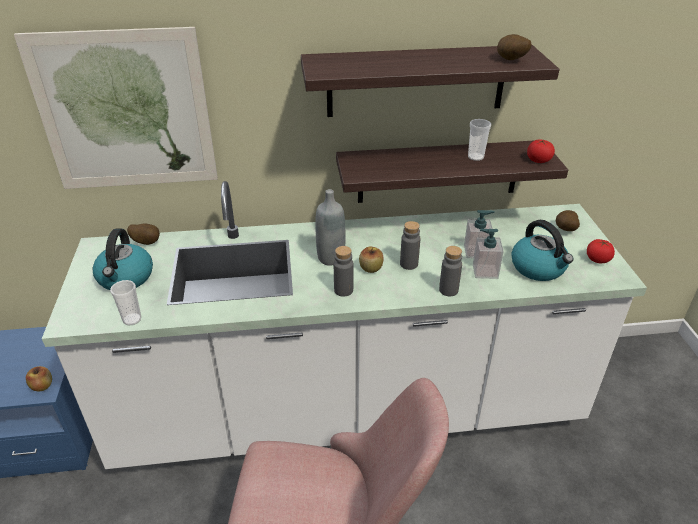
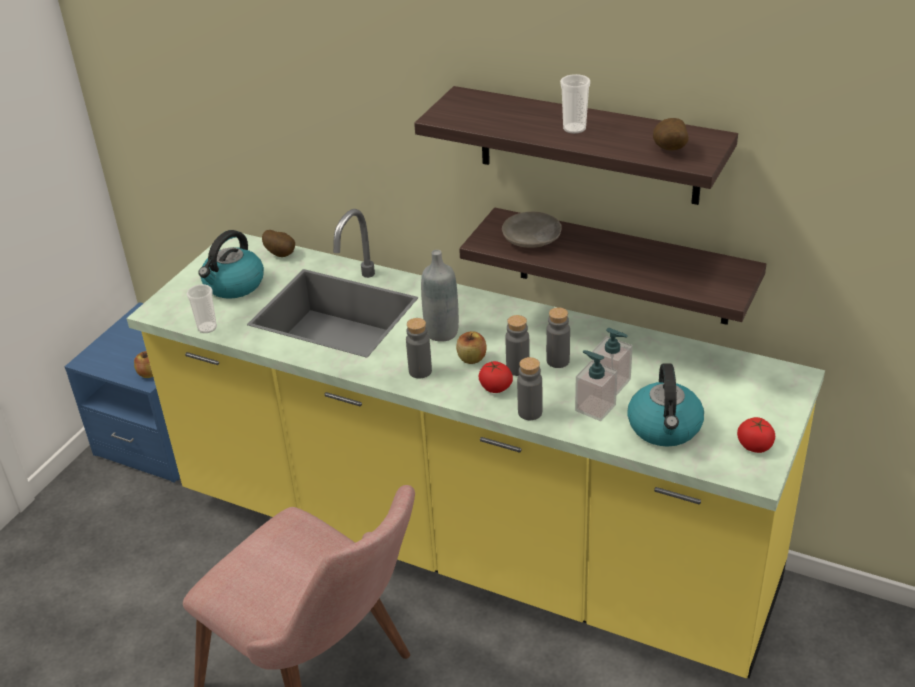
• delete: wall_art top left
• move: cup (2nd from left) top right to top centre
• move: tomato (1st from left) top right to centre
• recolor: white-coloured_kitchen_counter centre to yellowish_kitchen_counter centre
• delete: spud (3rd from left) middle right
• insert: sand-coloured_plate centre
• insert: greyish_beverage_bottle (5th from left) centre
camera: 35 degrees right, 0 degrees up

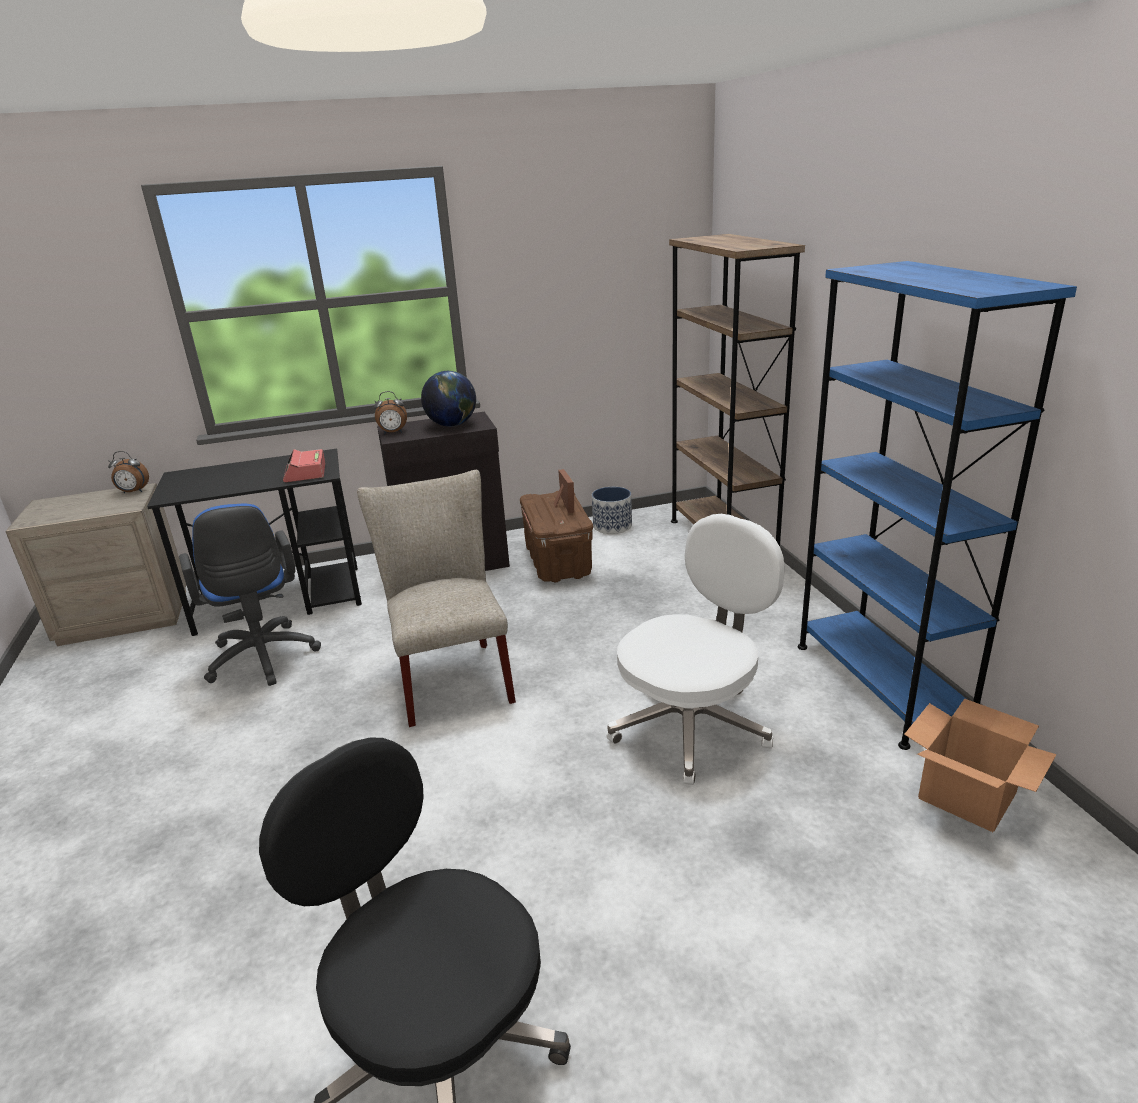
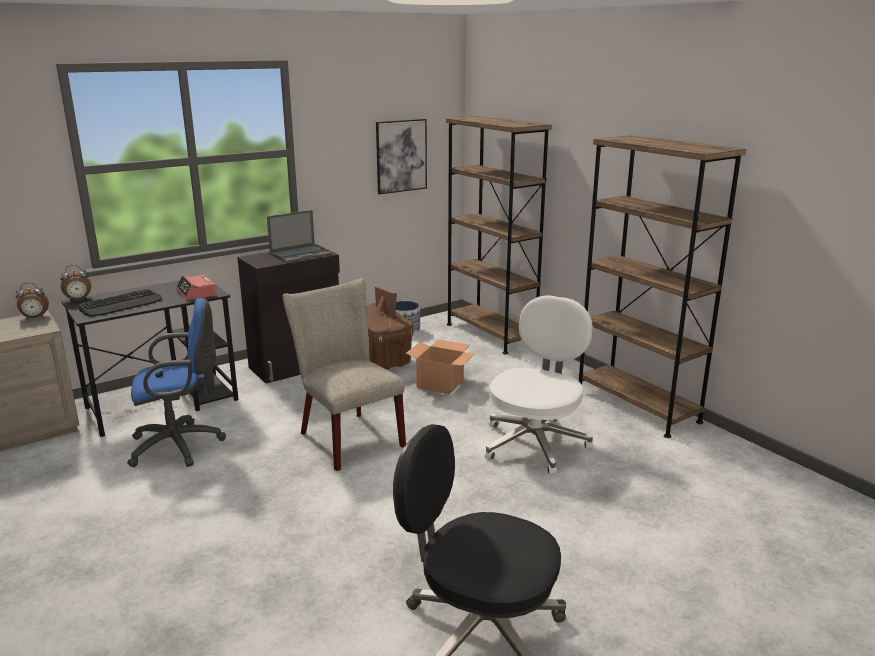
• recolor: bluish_bookshelf middle right to brown-coloured_bookshelf (2nd from left) middle right
• replace: desk_globe centre to portable_computer centre
• move: table_clock (3rd from left in the first image) centre to table_clock (2nd from left) middle left
• rotate: bluish_desk_chair middle left = middle left 60 degrees counterclockwise
• move: carton bottom right to centre
• insert: wall_art top centre
• insert: keyboard middle left
camera: 20 degrees left, 5 degrees down

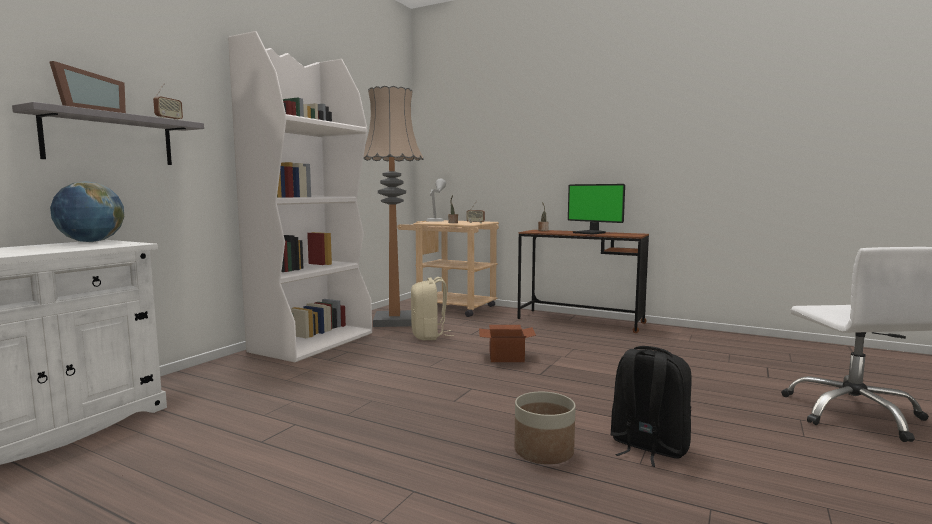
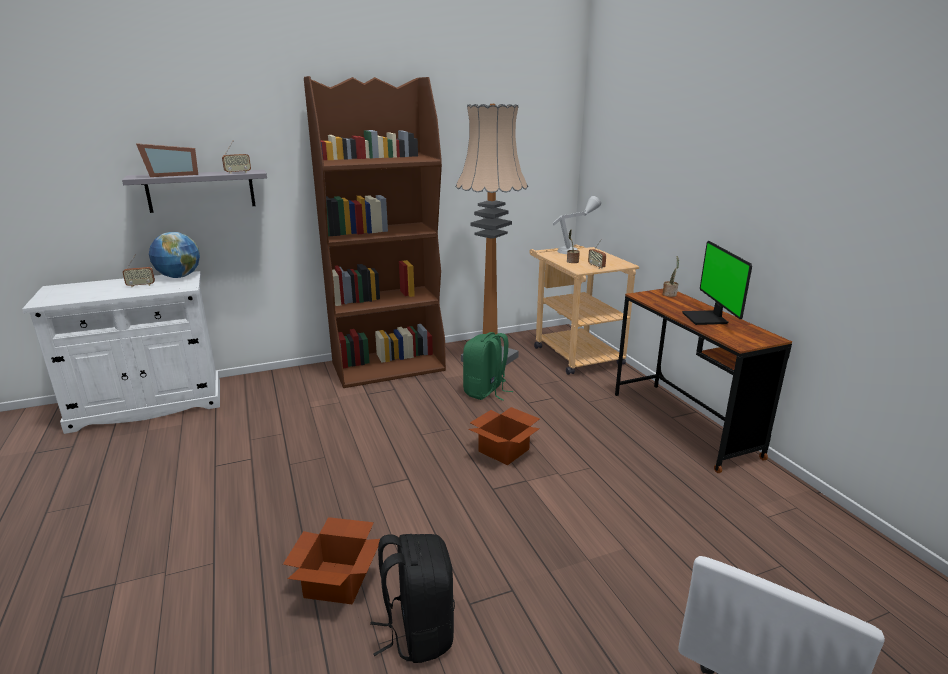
• recolor: white-coloured_bookshelf middle left to brown-coloured_bookshelf centre
• recolor: sand-coloured_rucksack centre to green-coloured_rucksack centre
• replace: planter bottom centre to carton (1st from left) bottom centre
• insert: radio (1st from left) middle left
camera: 40 degrees right, 15 degrees up

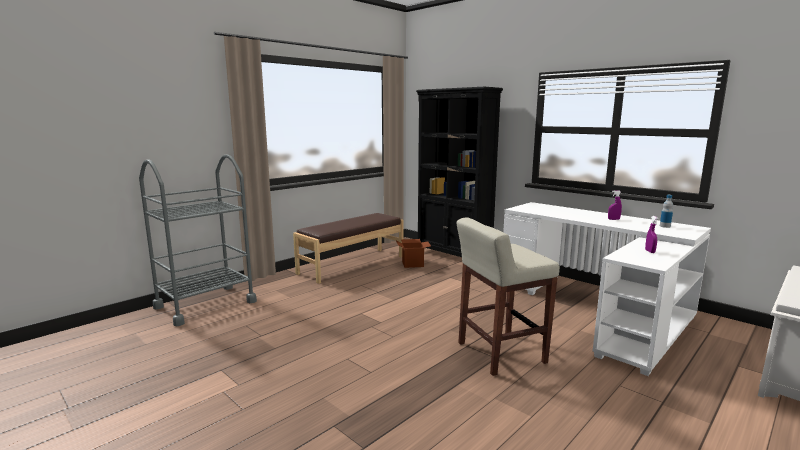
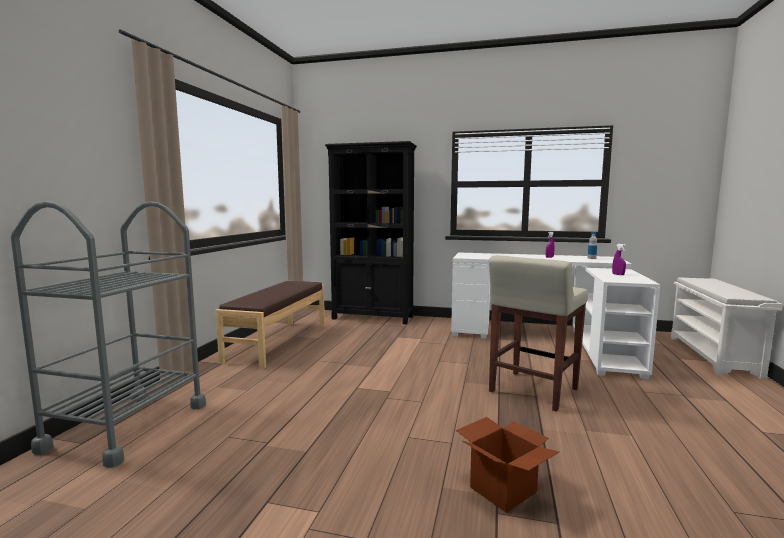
• move: carton centre to bottom centre
camera: 30 degrees left, 5 degrees down

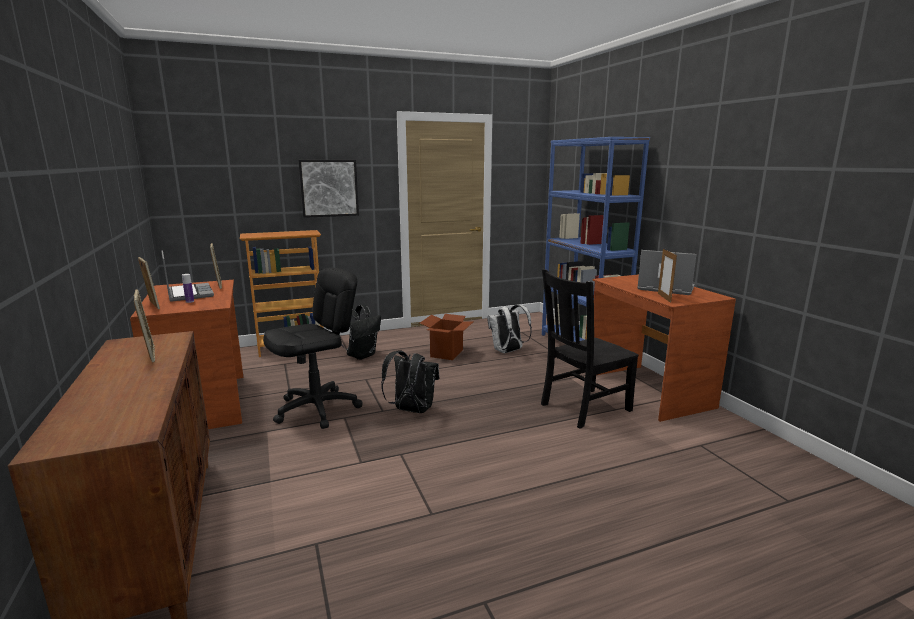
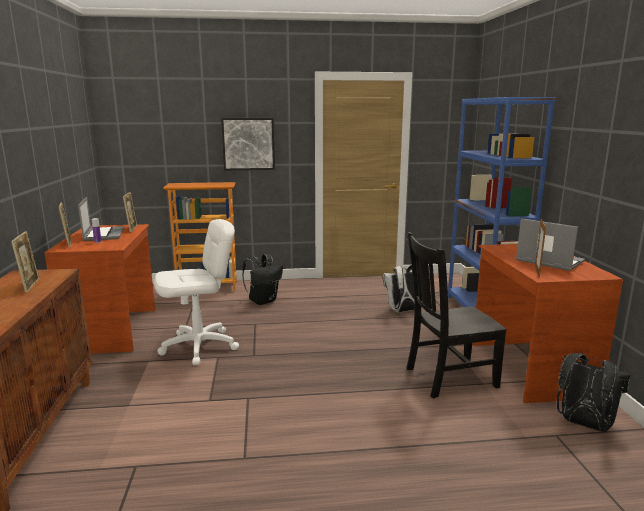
• recolor: black_desk_chair centre to white-coloured_desk_chair middle left
• delete: carton centre
• move: black_rucksack (2nd from left) centre to bottom right
camera: 15 degrees right, 0 degrees up

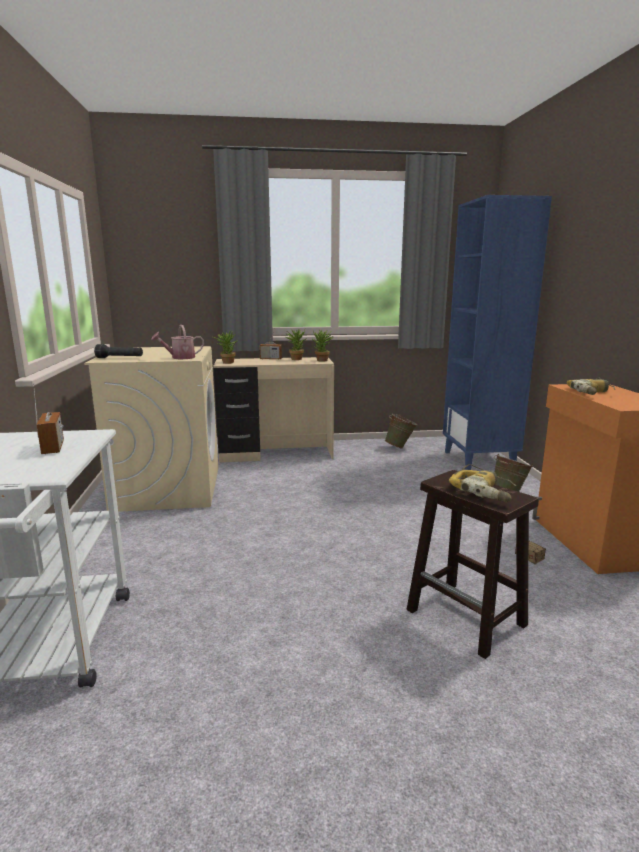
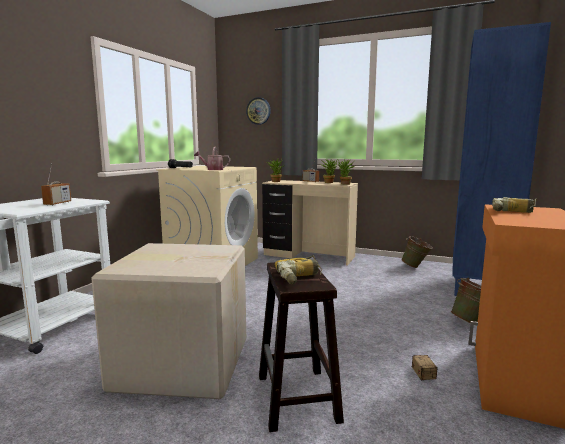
• insert: clock_on_the_wall top centre
• insert: carton bottom left
camera: 30 degrees right, 5 degrees down

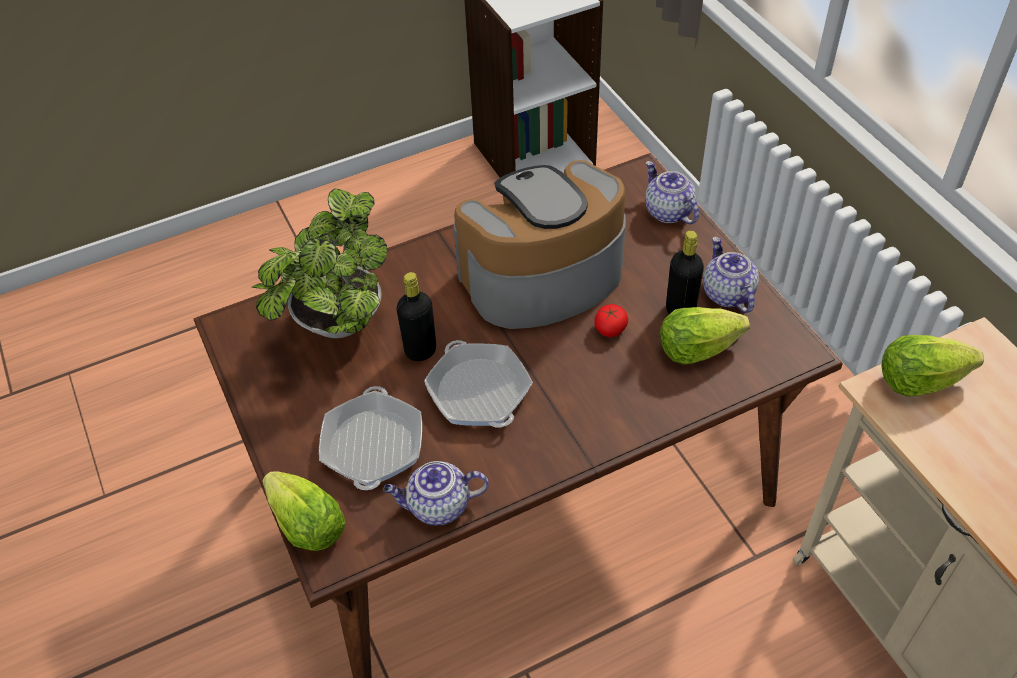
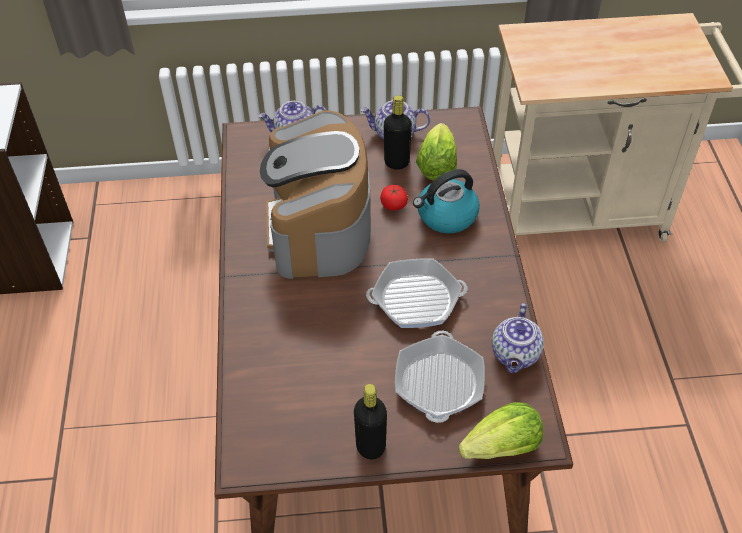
• delete: houseplant middle left
• move: black_beverage_bottle (1st from left) centre to bottom centre
• delete: lettuce_head (3rd from left) middle right
• rotate: pan (1st from left in the first image) centre = bottom centre 105 degrees counterclockwise
• insert: kettle centre
camera: 70 degrees left, 0 degrees up

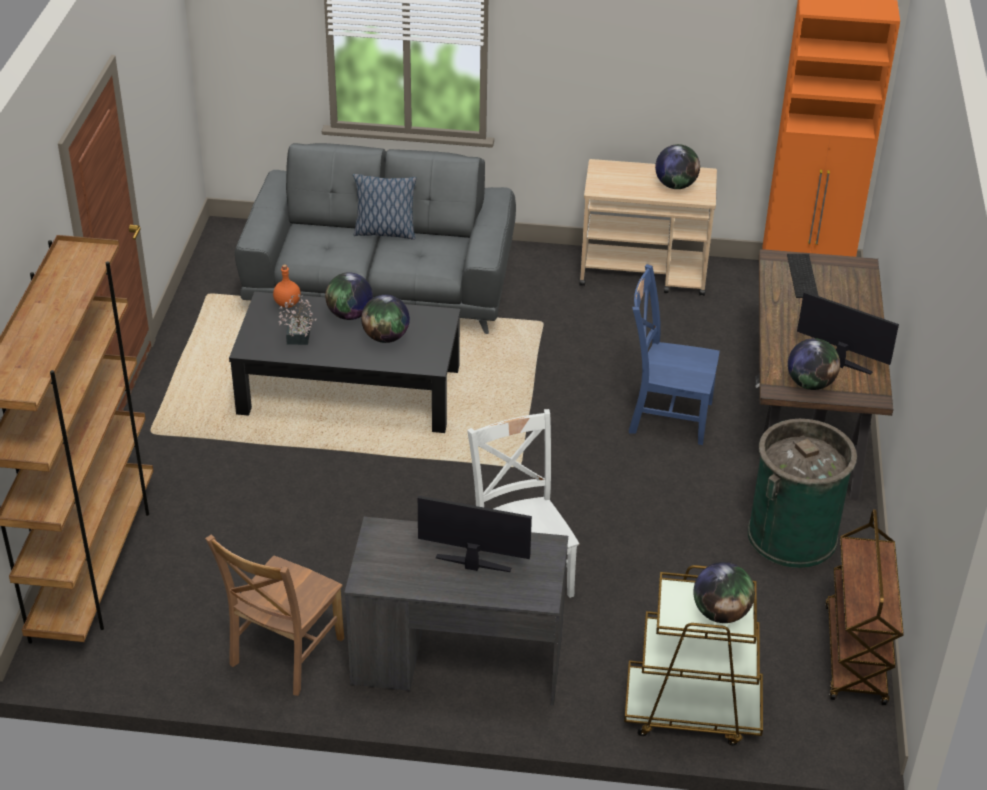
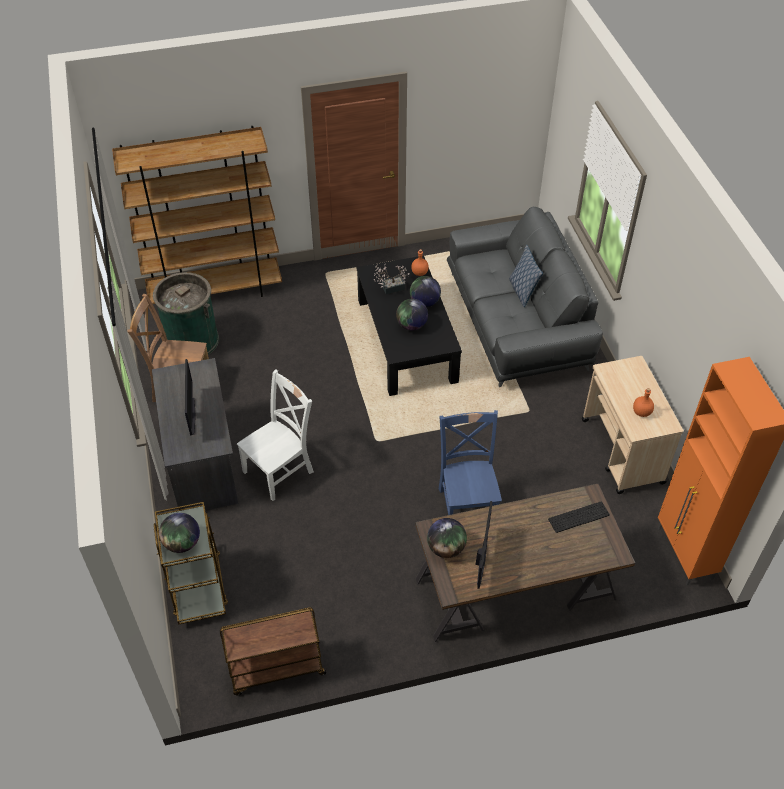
• replace: desk_globe (3rd from left) top right to orangey_beverage_bottle (2nd from left) middle right
• move: green-coloured_trash_can middle right to middle left
camera: 70 degrees right, 10 degrees up

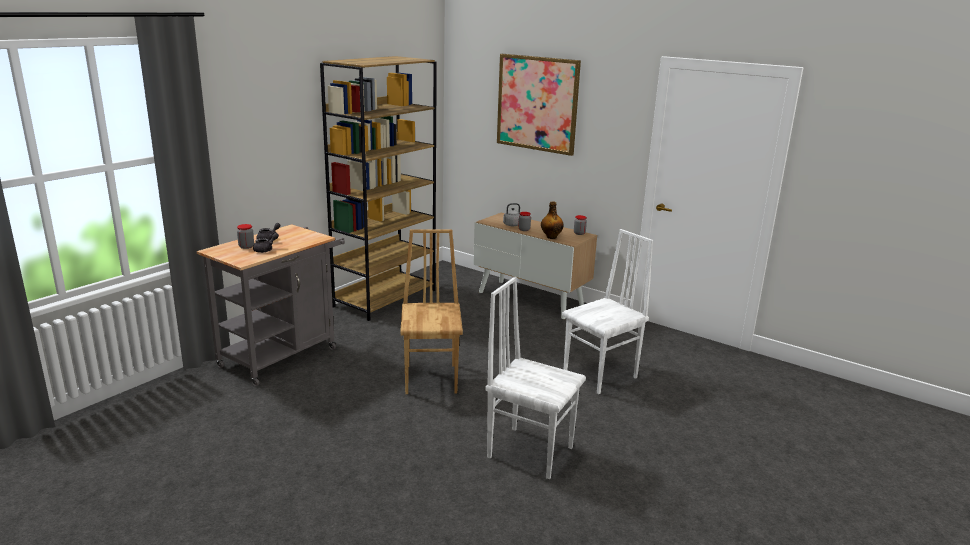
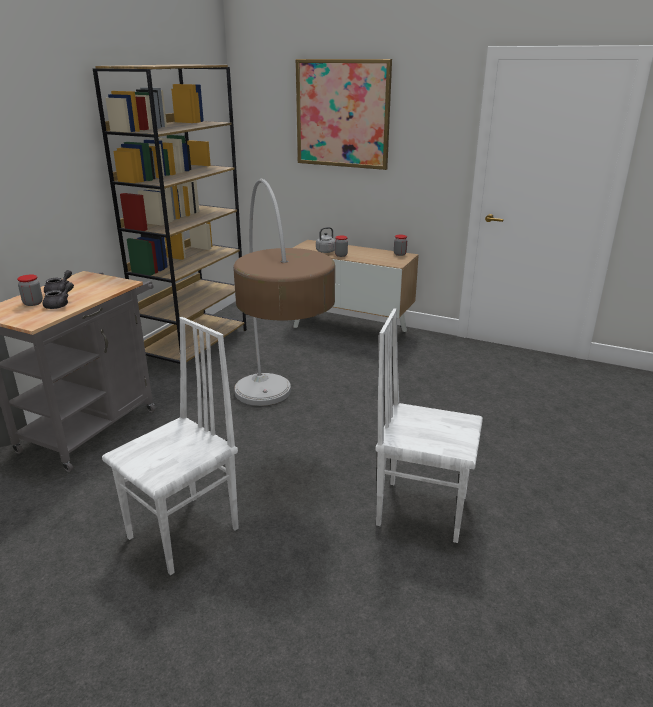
• delete: beverage_bottle centre
• replace: brown-coloured_chair centre to floor_lamp centre
• move: white-coloured_chair (2nd from left in the first image) centre to white-coloured_chair (1st from left) middle left
camera: 10 degrees left, 5 degrees up

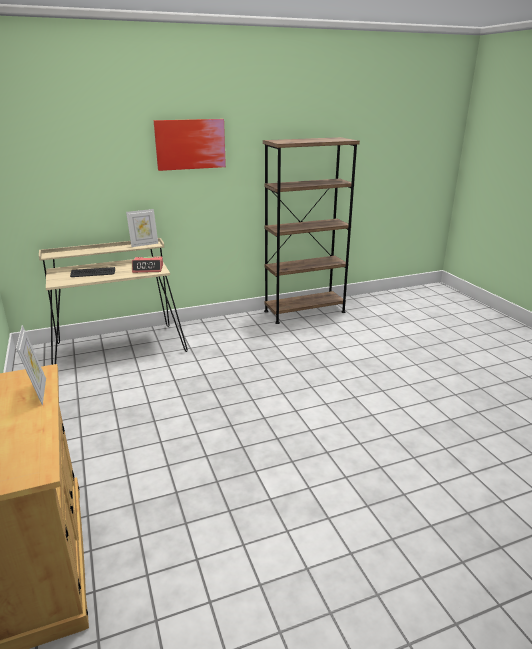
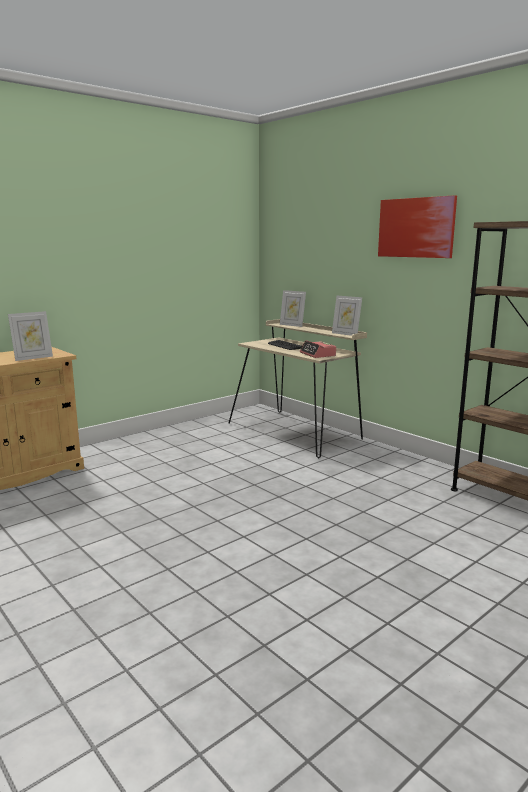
• insert: photo_frame (2nd from left) centre
camera: 70 degrees right, 10 degrees down

